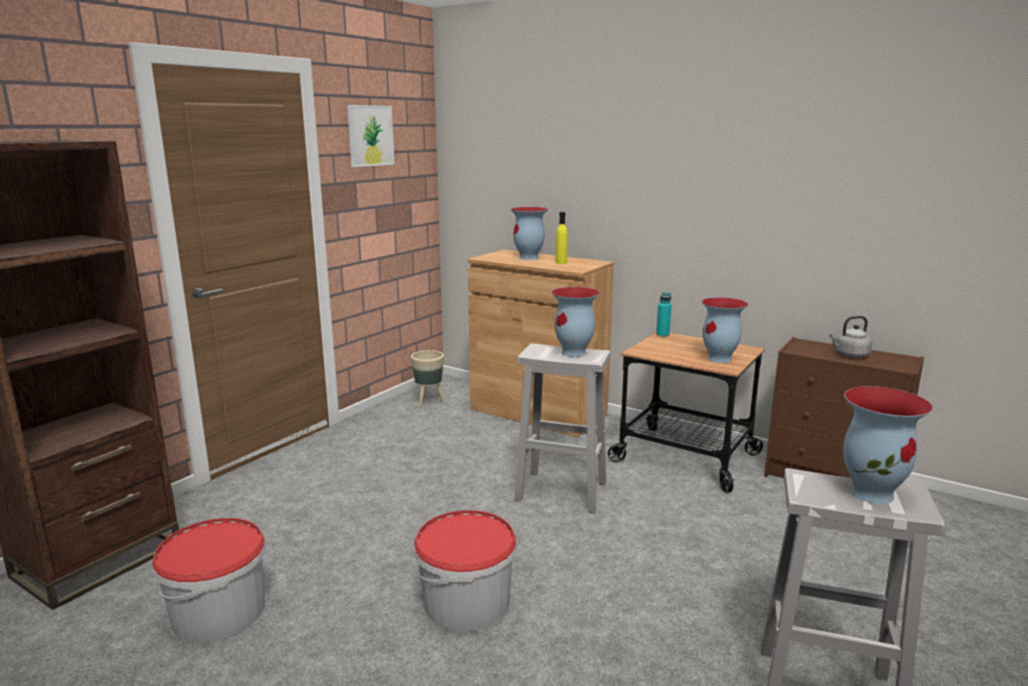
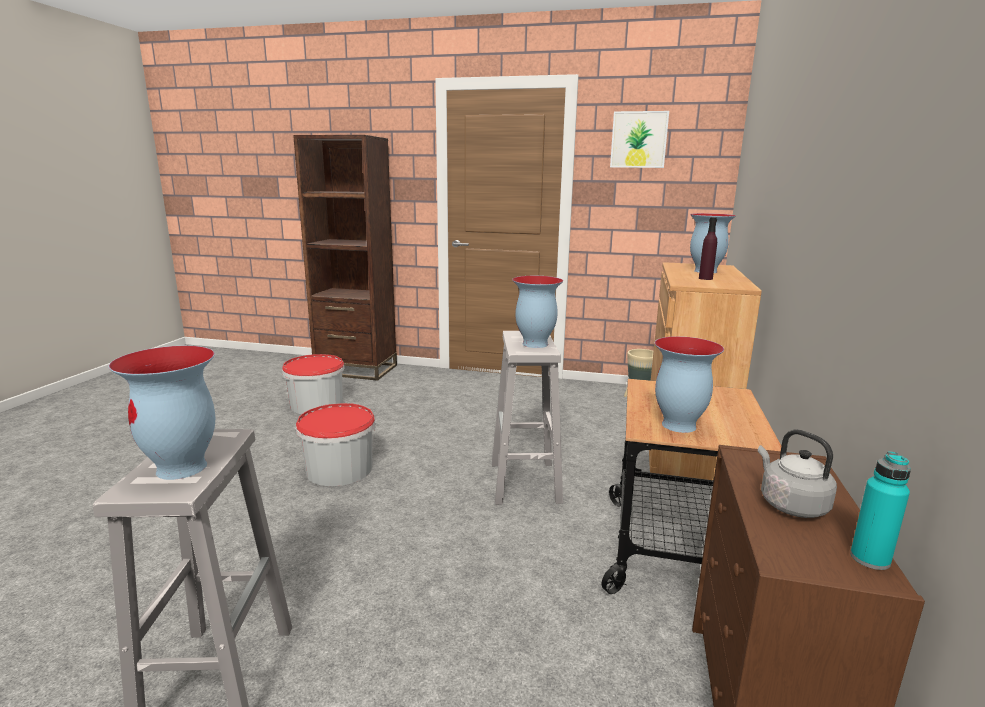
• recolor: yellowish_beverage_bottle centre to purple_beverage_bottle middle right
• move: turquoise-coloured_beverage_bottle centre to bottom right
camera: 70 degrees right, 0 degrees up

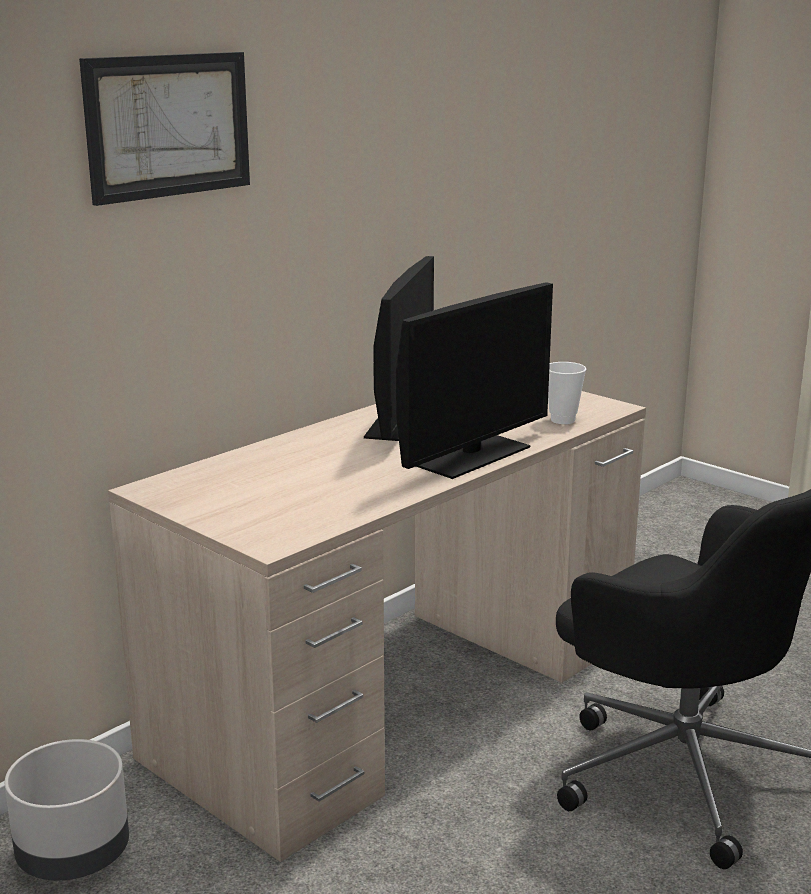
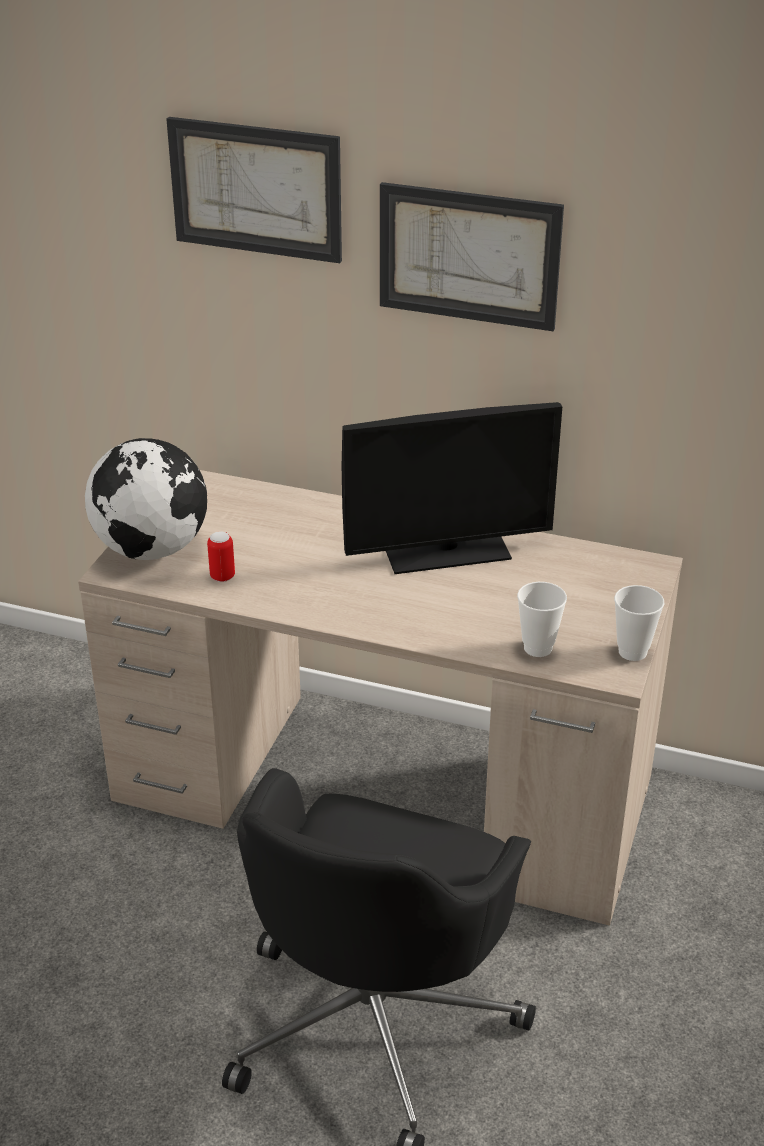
• delete: computer_display (2nd from left) centre
• delete: greyish_planter bottom left
• insert: wall_art (2nd from left) top centre
• insert: desk_globe middle left
• insert: can middle left
• insert: cup (2nd from left) middle right
camera: 65 degrees right, 15 degrees up

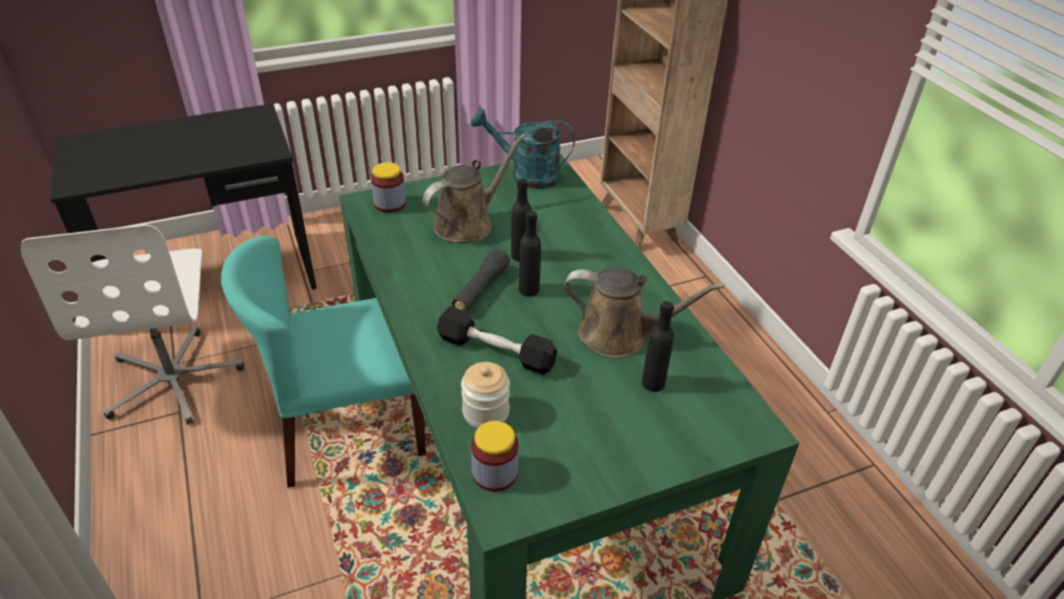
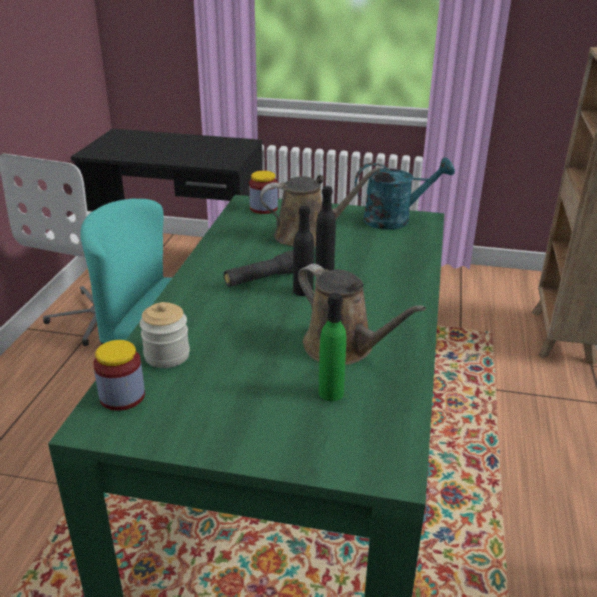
• rotate: turquoise-coloured_sprinkling_can top centre = top right 120 degrees clockwise
• recolor: black_beverage_bottle (3rd from left) centre to green-coloured_beverage_bottle centre
• delete: black_hand_weight centre
camera: 35 degrees right, 10 degrees down

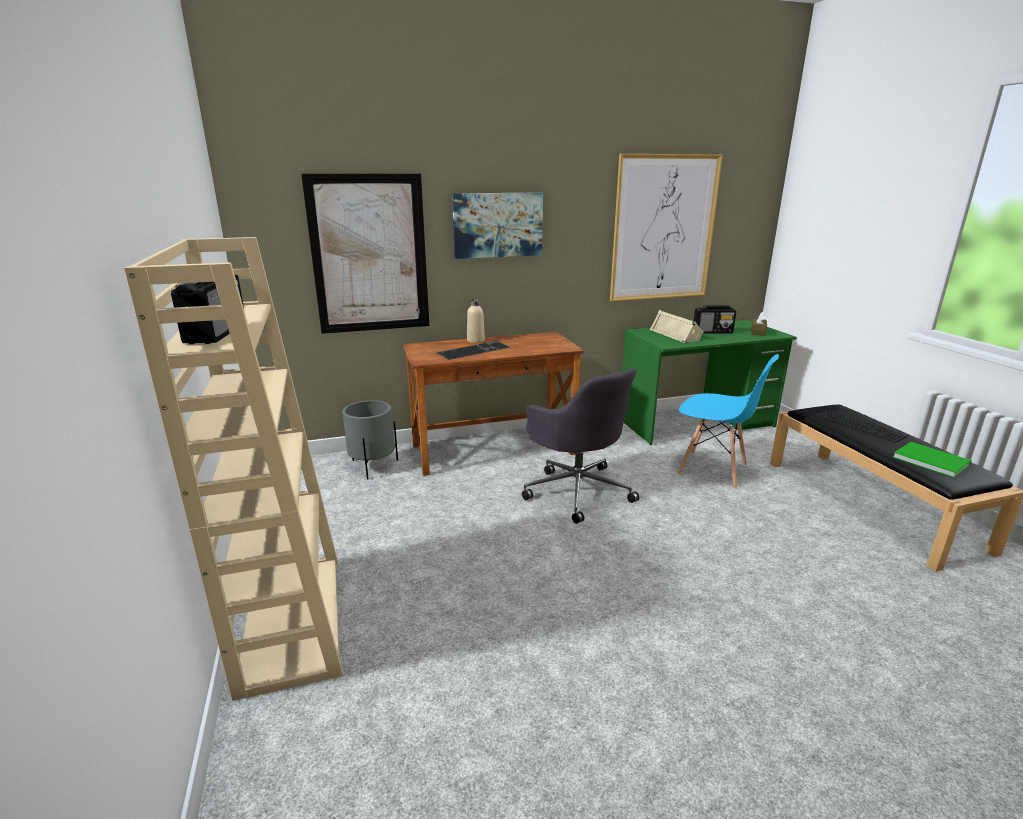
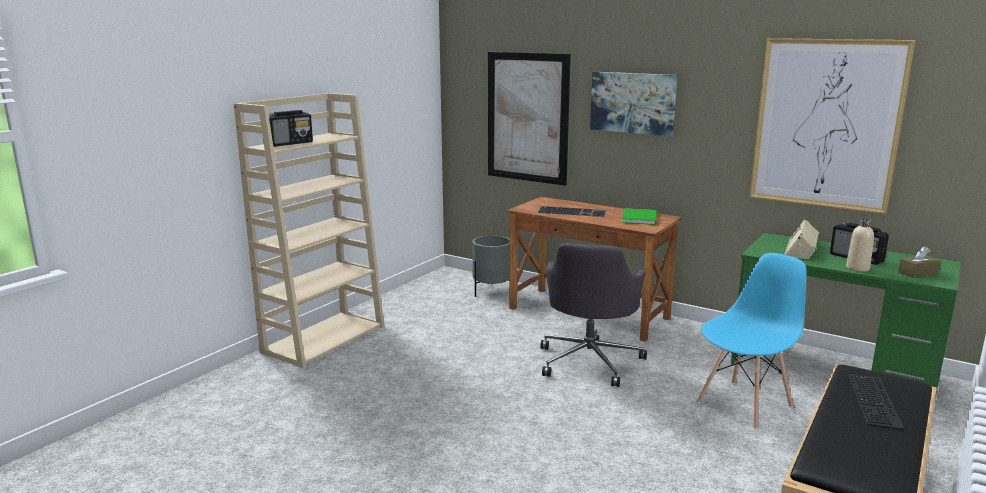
• move: sand-coloured_beverage_bottle centre to middle right
• rotate: bluish_chair middle right = bottom right 120 degrees counterclockwise
• move: green-coloured_bound_book middle right to centre
camera: 50 degrees right, 5 degrees down

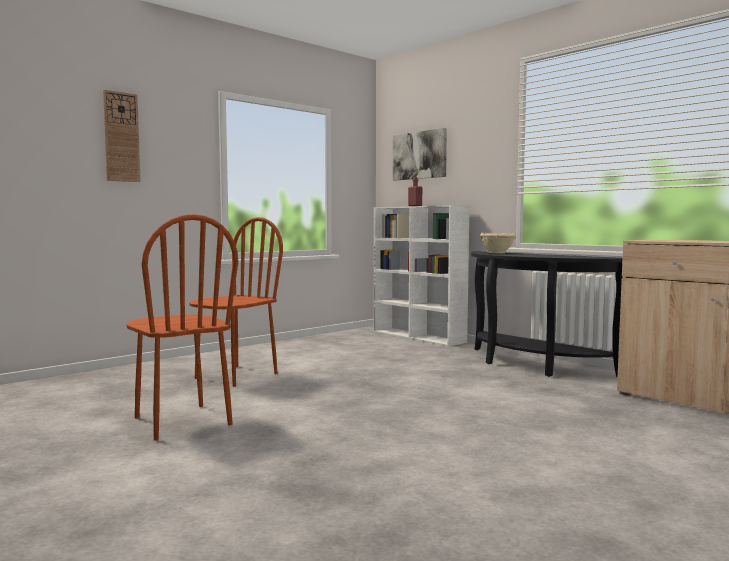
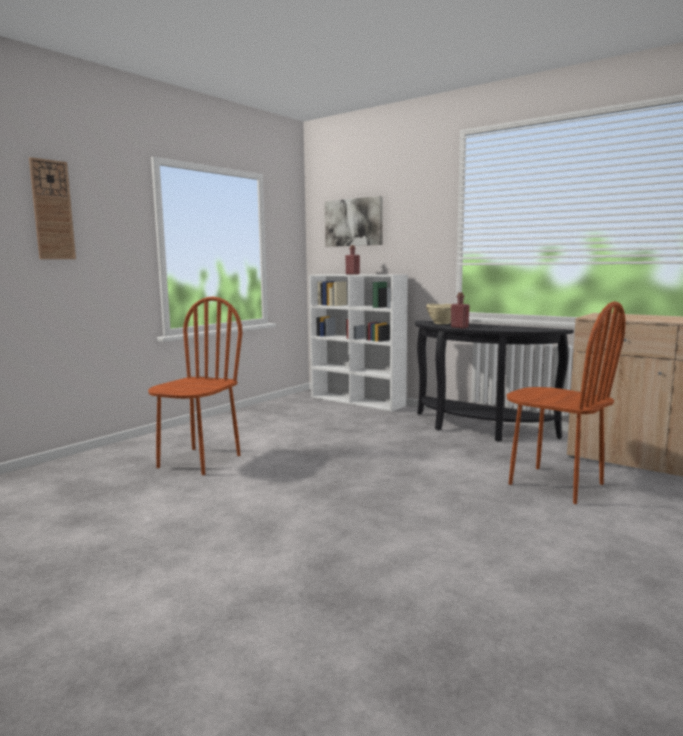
• move: brown-coloured_chair (1st from left in the first image) middle left to brown-coloured_chair (2nd from left) middle right
• insert: red-coloured_beverage_bottle (2nd from left) middle right
camera: 10 degrees left, 5 degrees up

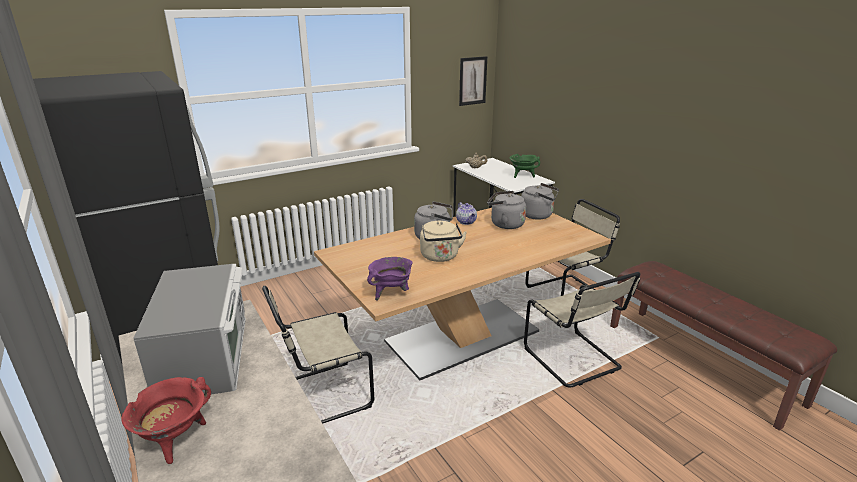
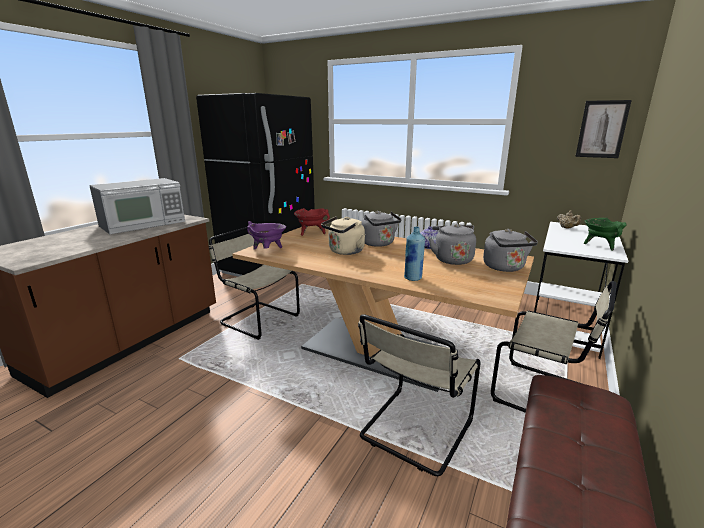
• move: red-coloured_stockpot bottom left to centre
• insert: bluish_beverage_bottle centre
camera: 60 degrees right, 5 degrees down

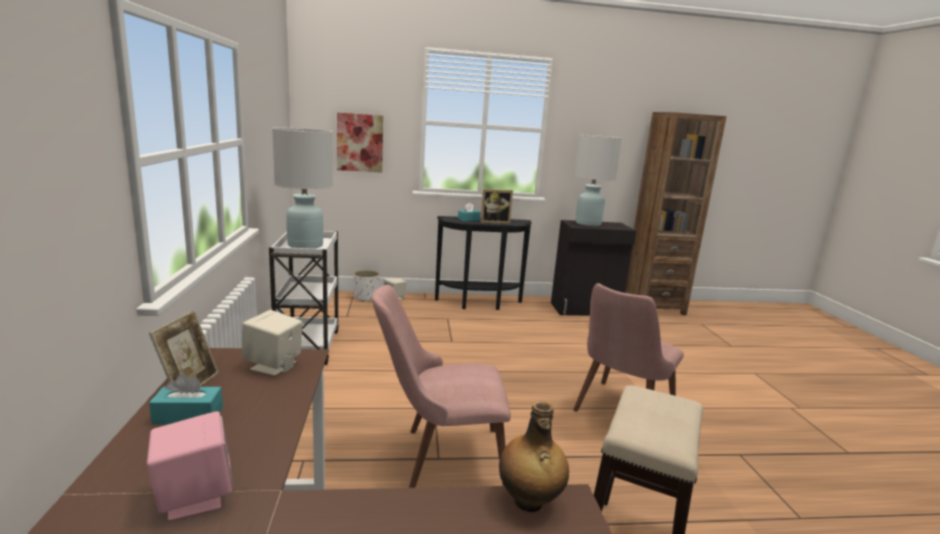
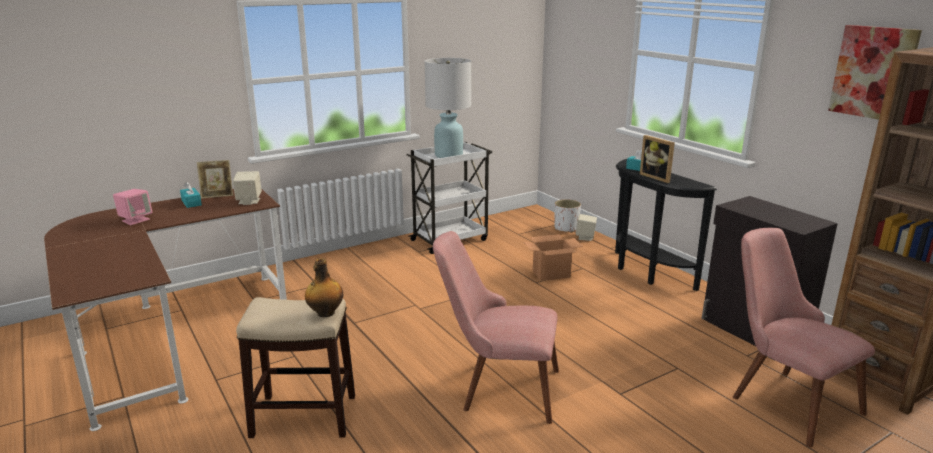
• move: wall_art top centre to top right
• delete: white-coloured_tabletop_lamp (2nd from left) centre
• move: pink_chair (1st from left in the first image) bottom centre to pink_chair (2nd from left) bottom right
• move: beverage_bottle bottom centre to centre
• insert: carton centre
camera: 65 degrees right, 5 degrees up

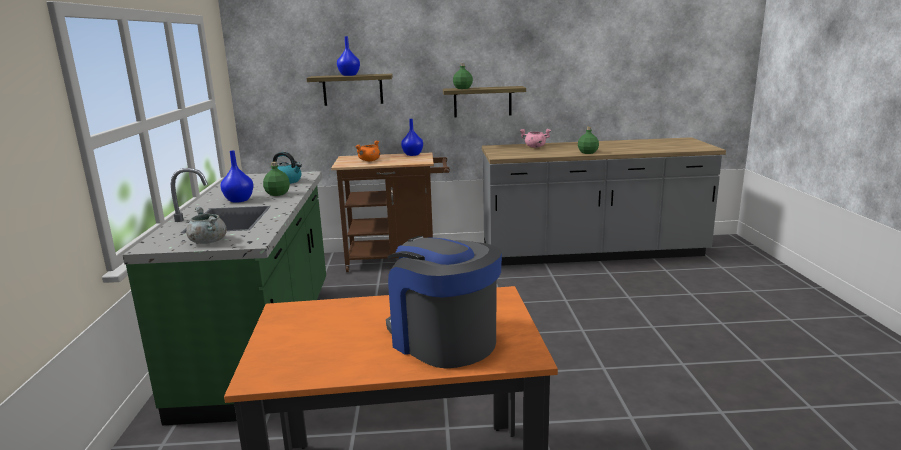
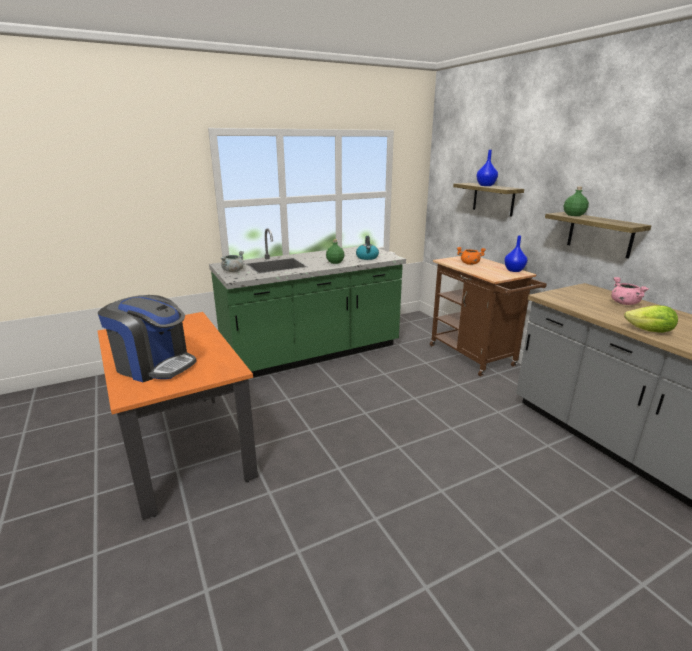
• replace: green-coloured_beverage_bottle (3rd from left) top centre to lettuce_head middle right
• delete: bluish_decorative_vase (1st from left) middle left
• rotate: coffee_brewer bottom centre = middle left 90 degrees clockwise
camera: 65 degrees right, 5 degrees up

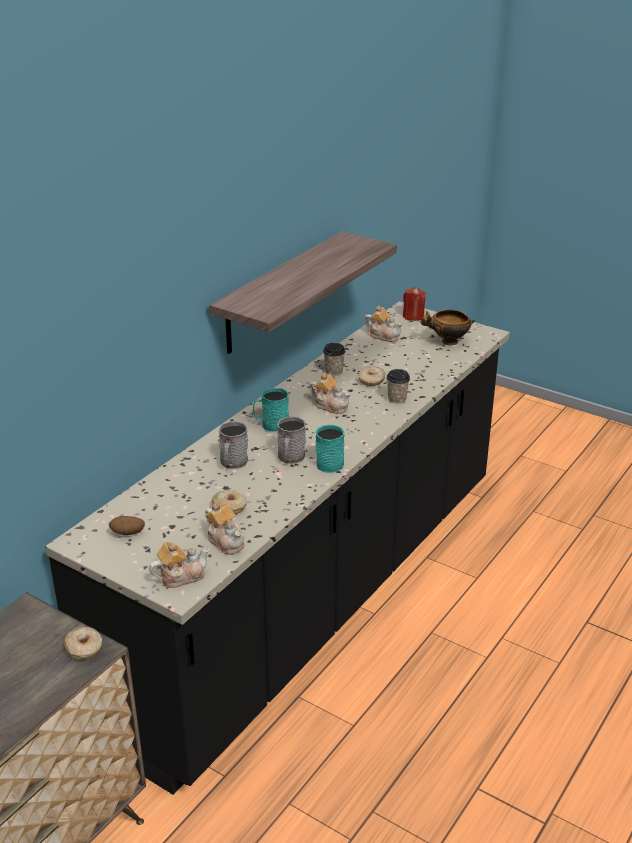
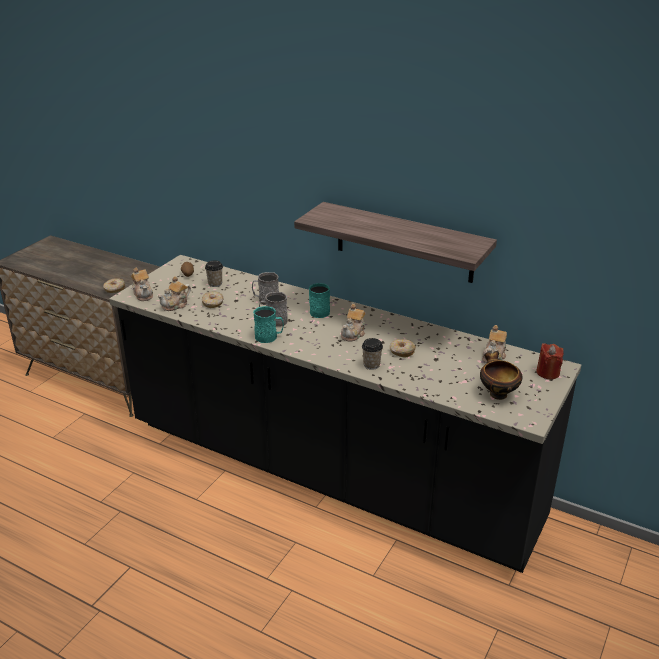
• move: cup (1st from left) centre to middle left
camera: 85 degrees right, 0 degrees up

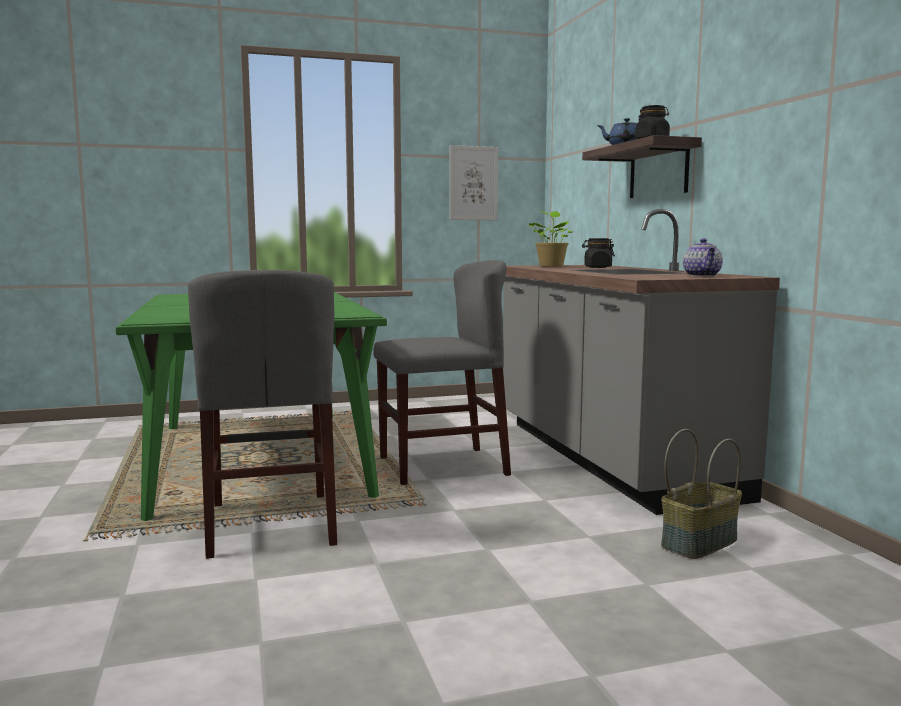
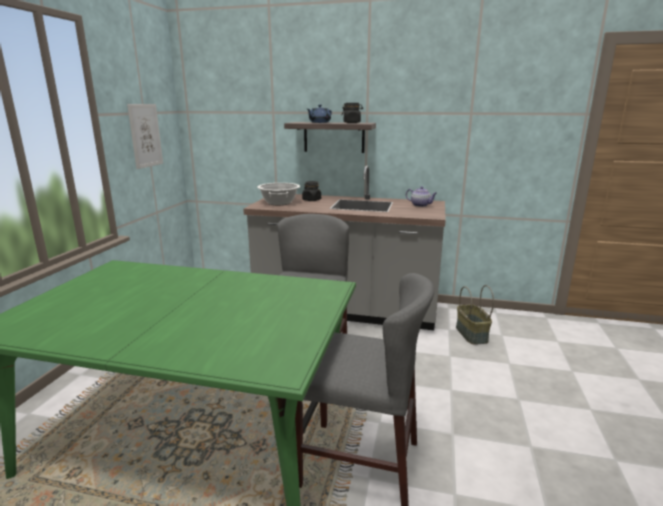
• replace: houseplant centre to stockpot centre
camera: 60 degrees left, 10 degrees up

